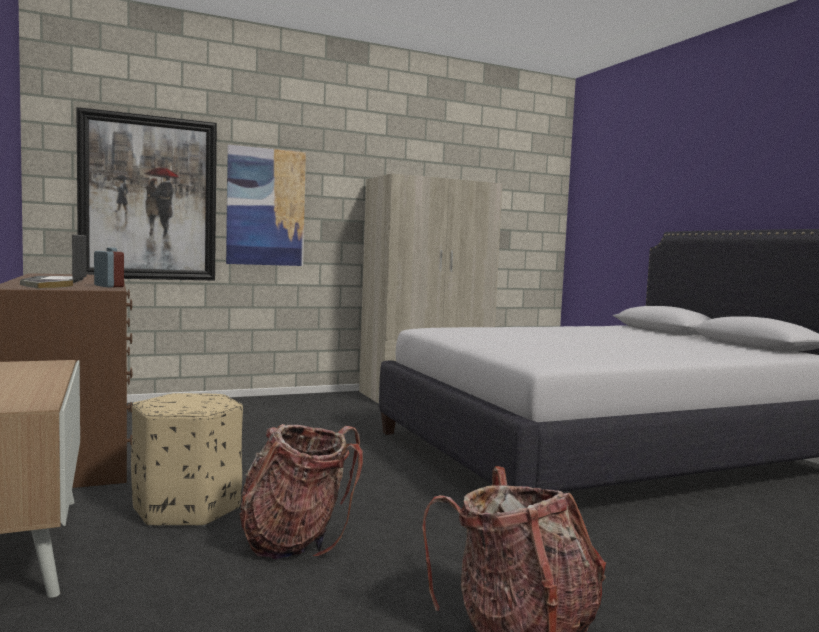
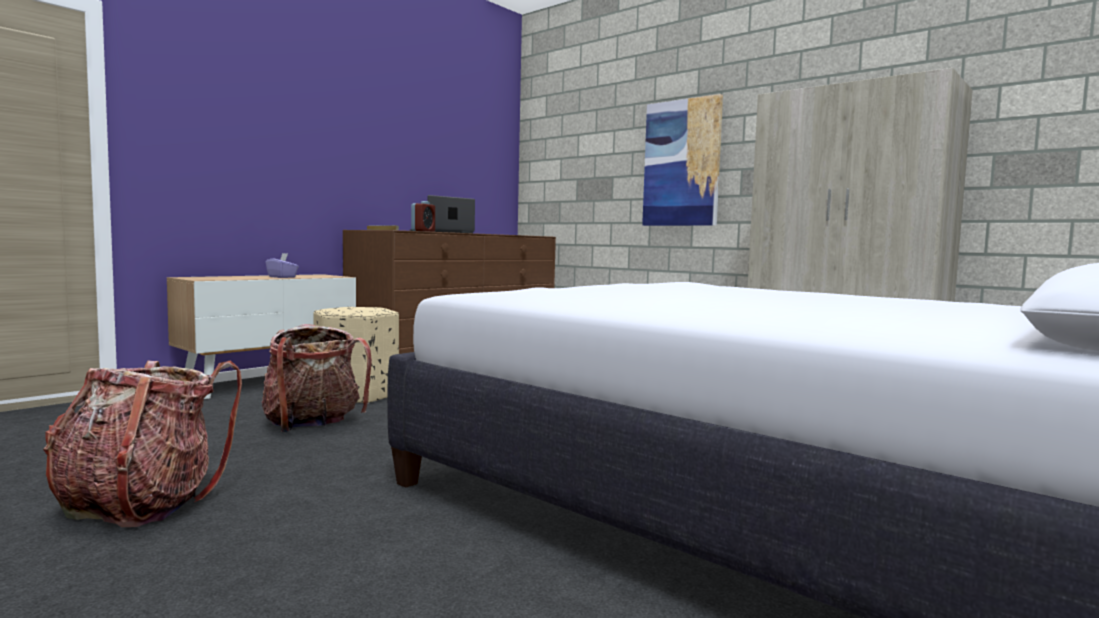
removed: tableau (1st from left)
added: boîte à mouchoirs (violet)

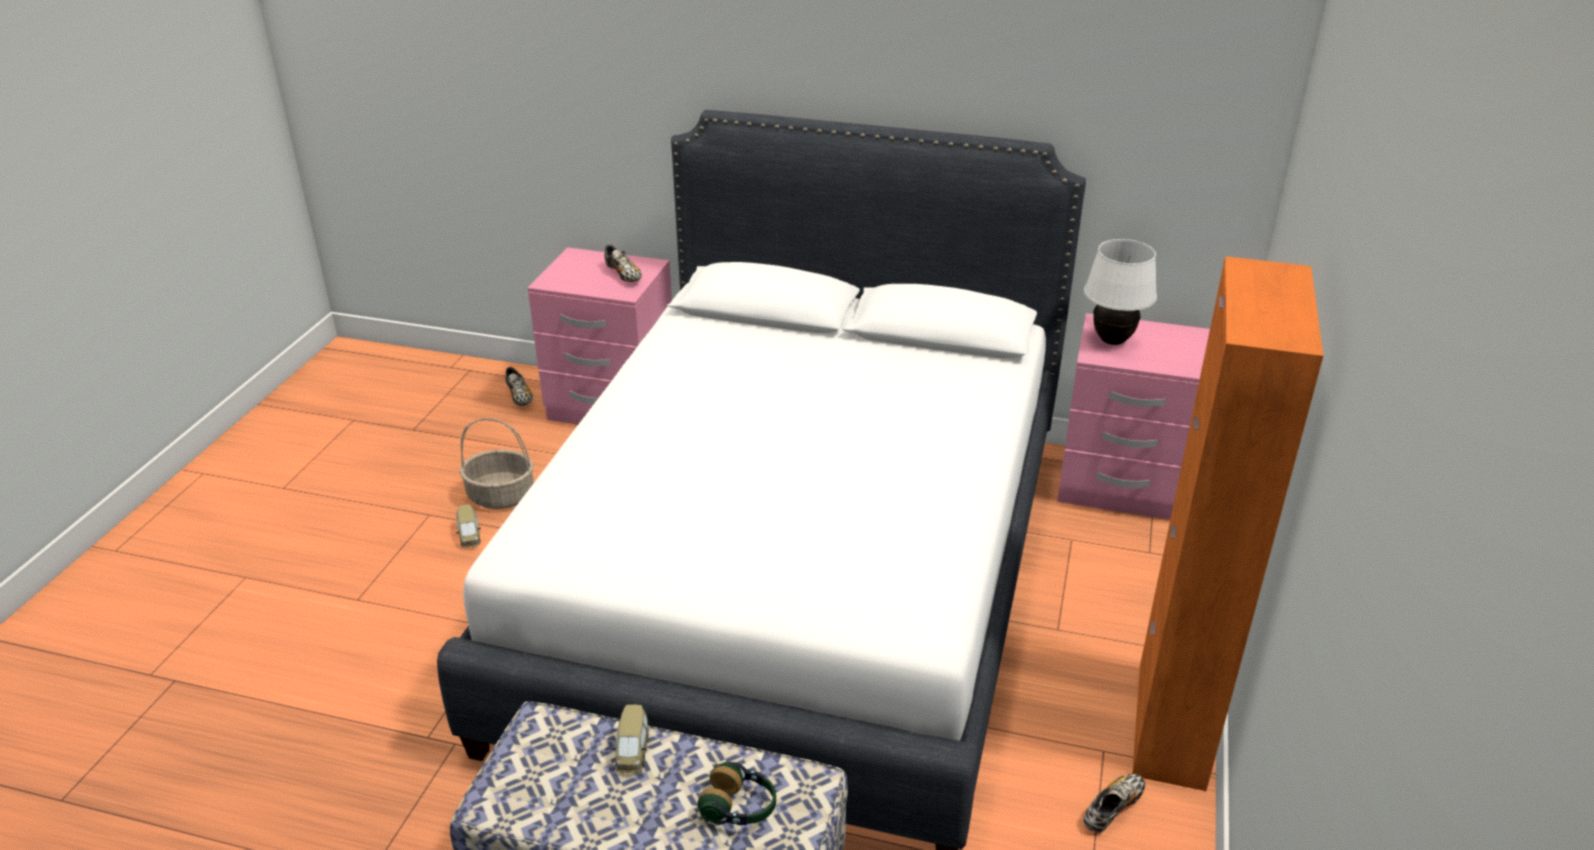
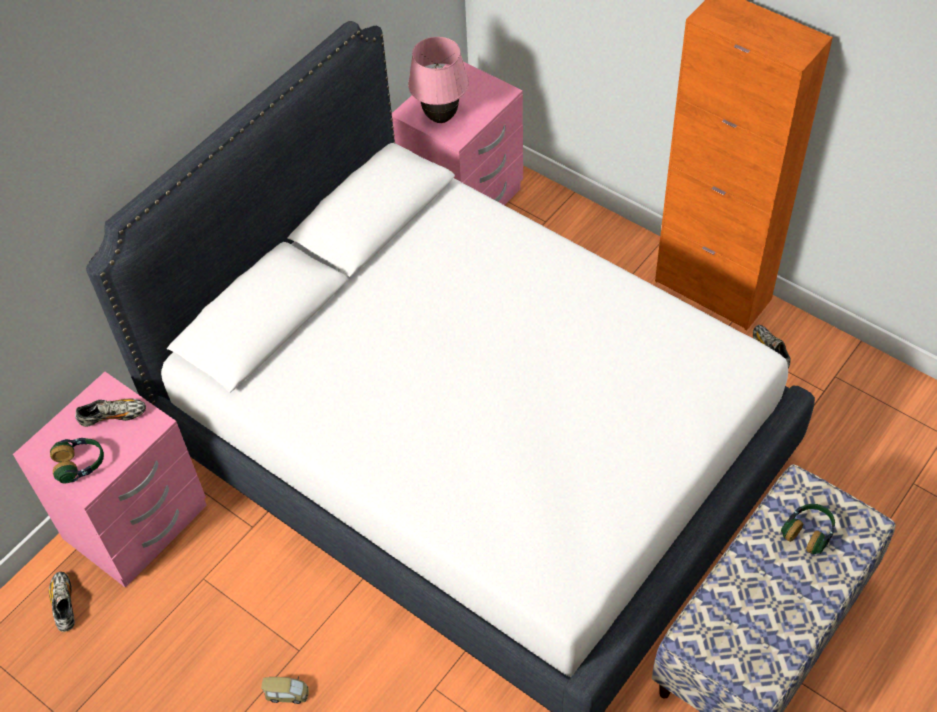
removed: panier; petite voiture (2nd from left)
added: casque audio (1st from left)
recoloured: lampe de table (blanc) to lampe de table (rose)
turned: chaussure (1st from left) 105 degrees counterclockwise

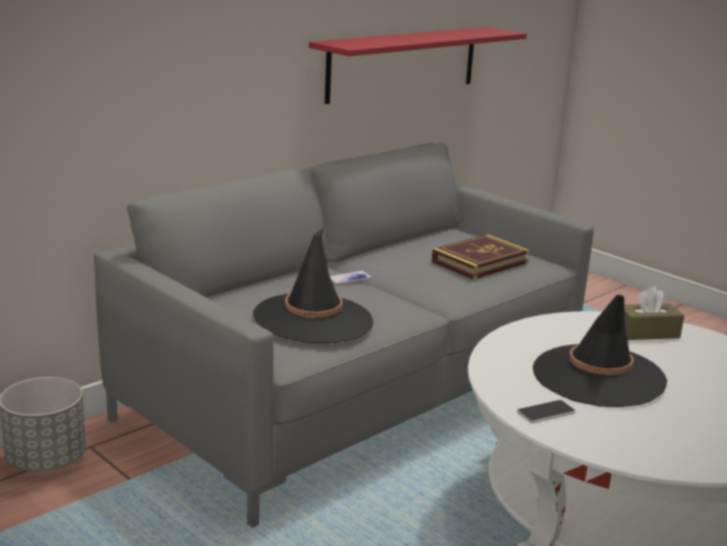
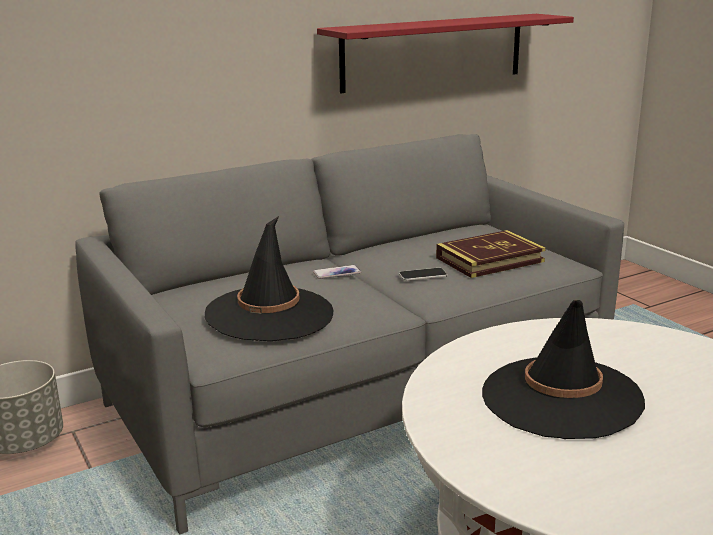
removed: boîte à mouchoirs (marron)
moved: téléphone (2nd from left)

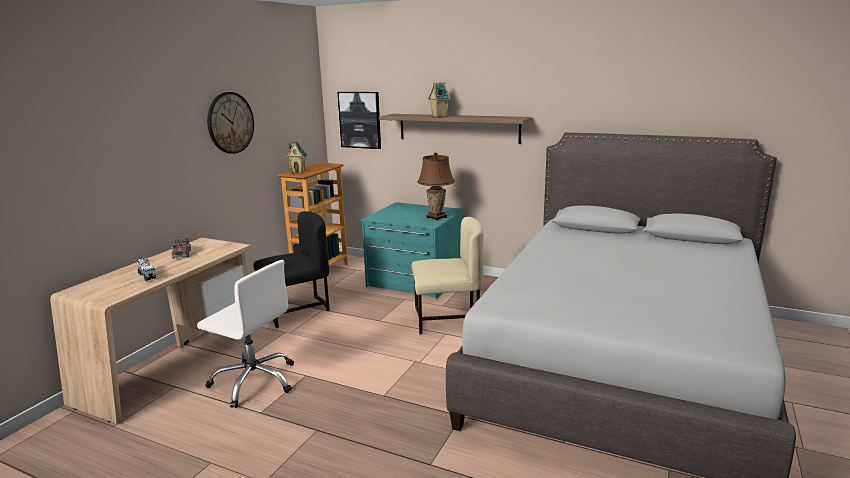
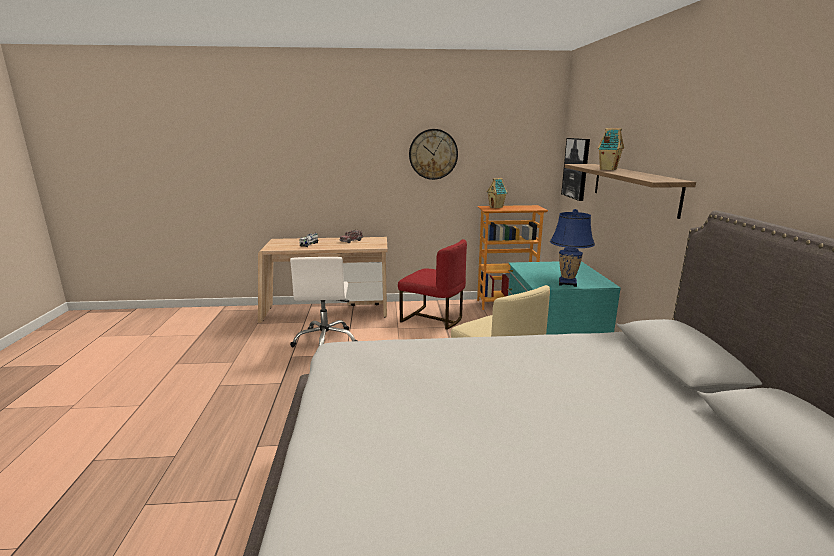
recoloured: chaise (noir) to chaise (rouge); lampe de table (marron) to lampe de table (bleu)

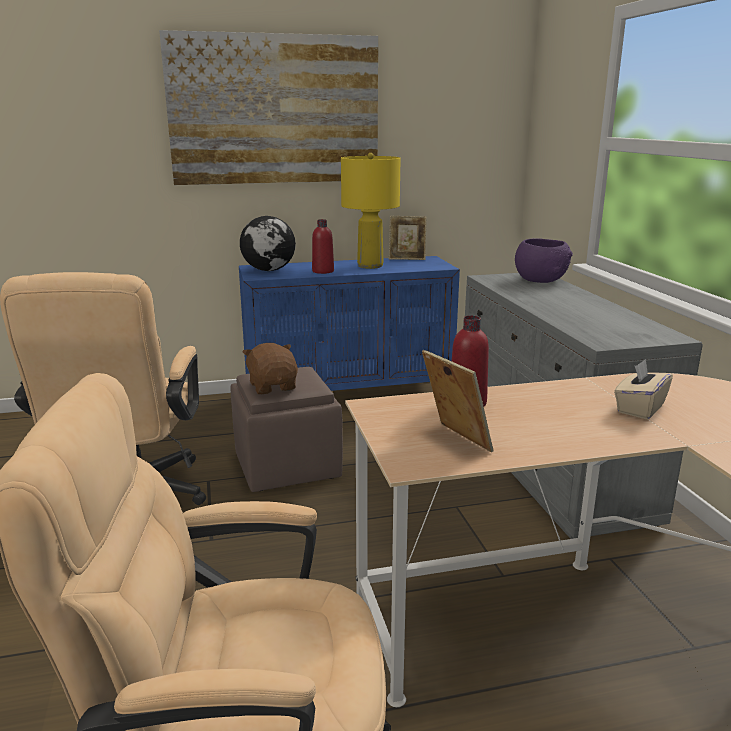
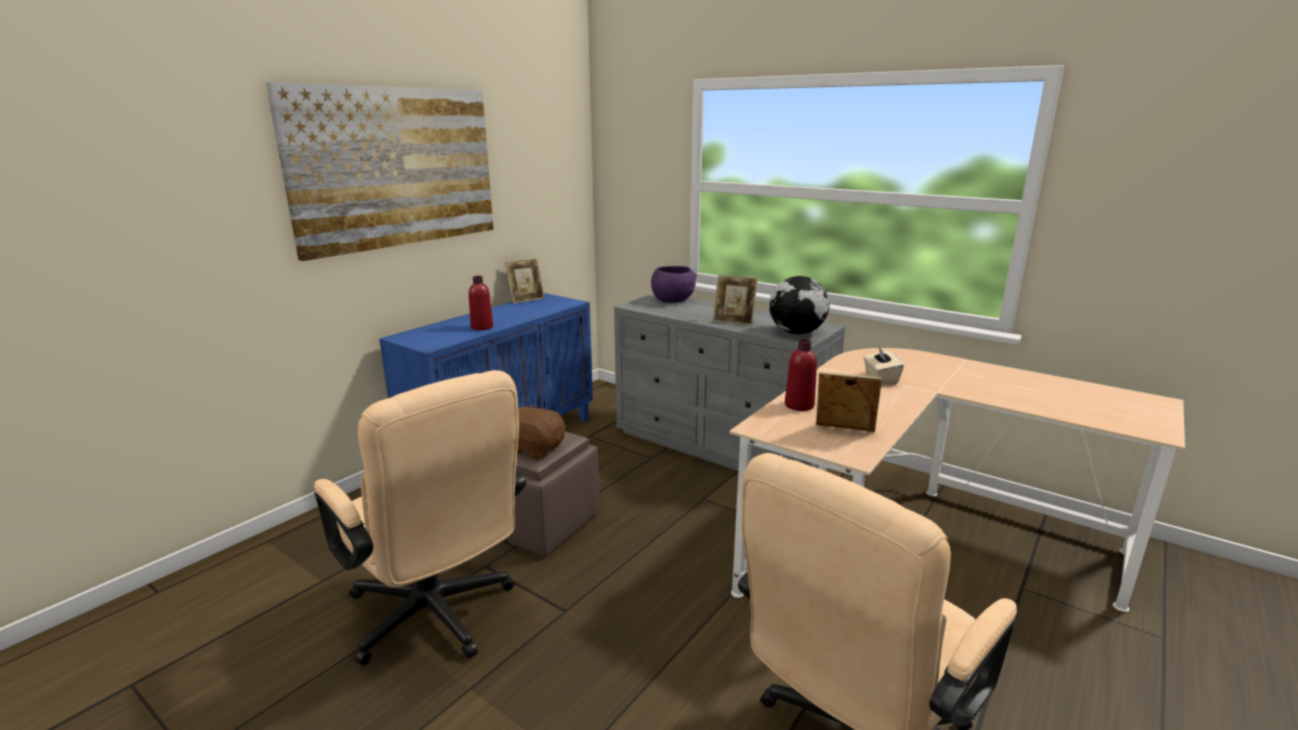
removed: lampe de table (jaune)
added: cadre photo (2nd from left)
moved: globe

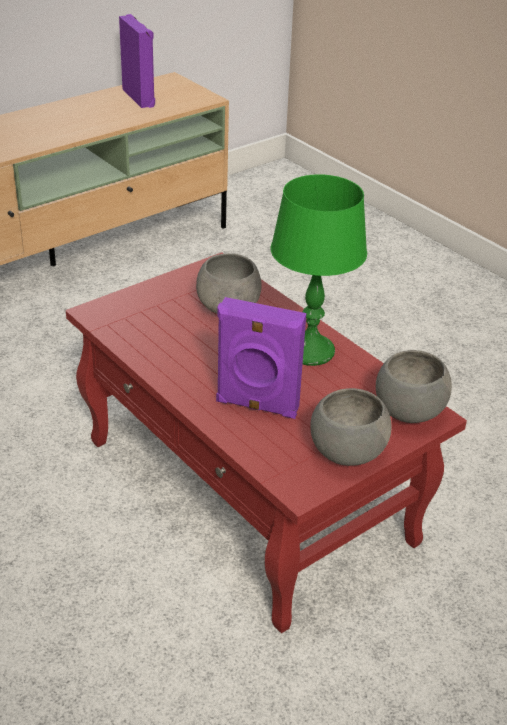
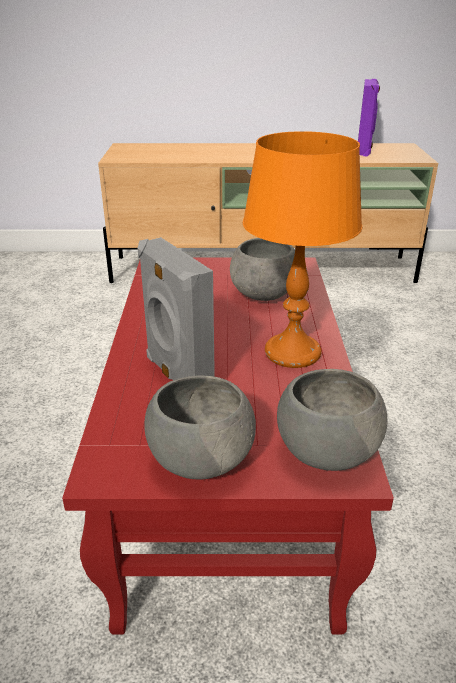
recoloured: enceinte (violet) (2nd from left) to enceinte (gris); lampe de table (vert) to lampe de table (orange)

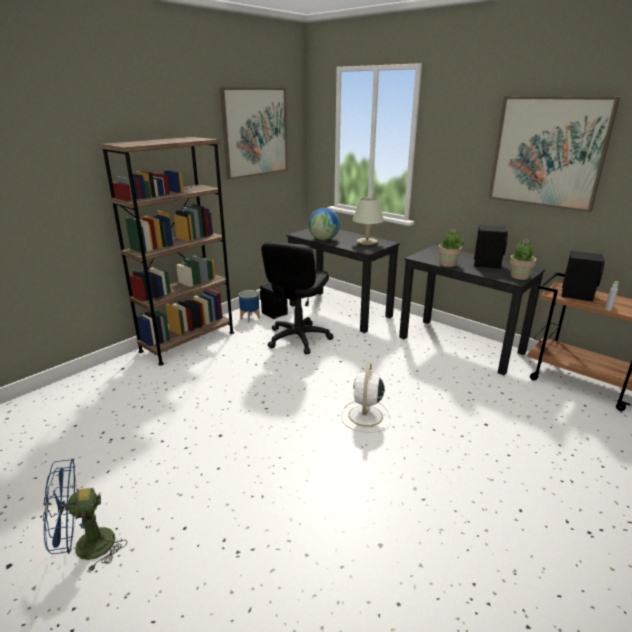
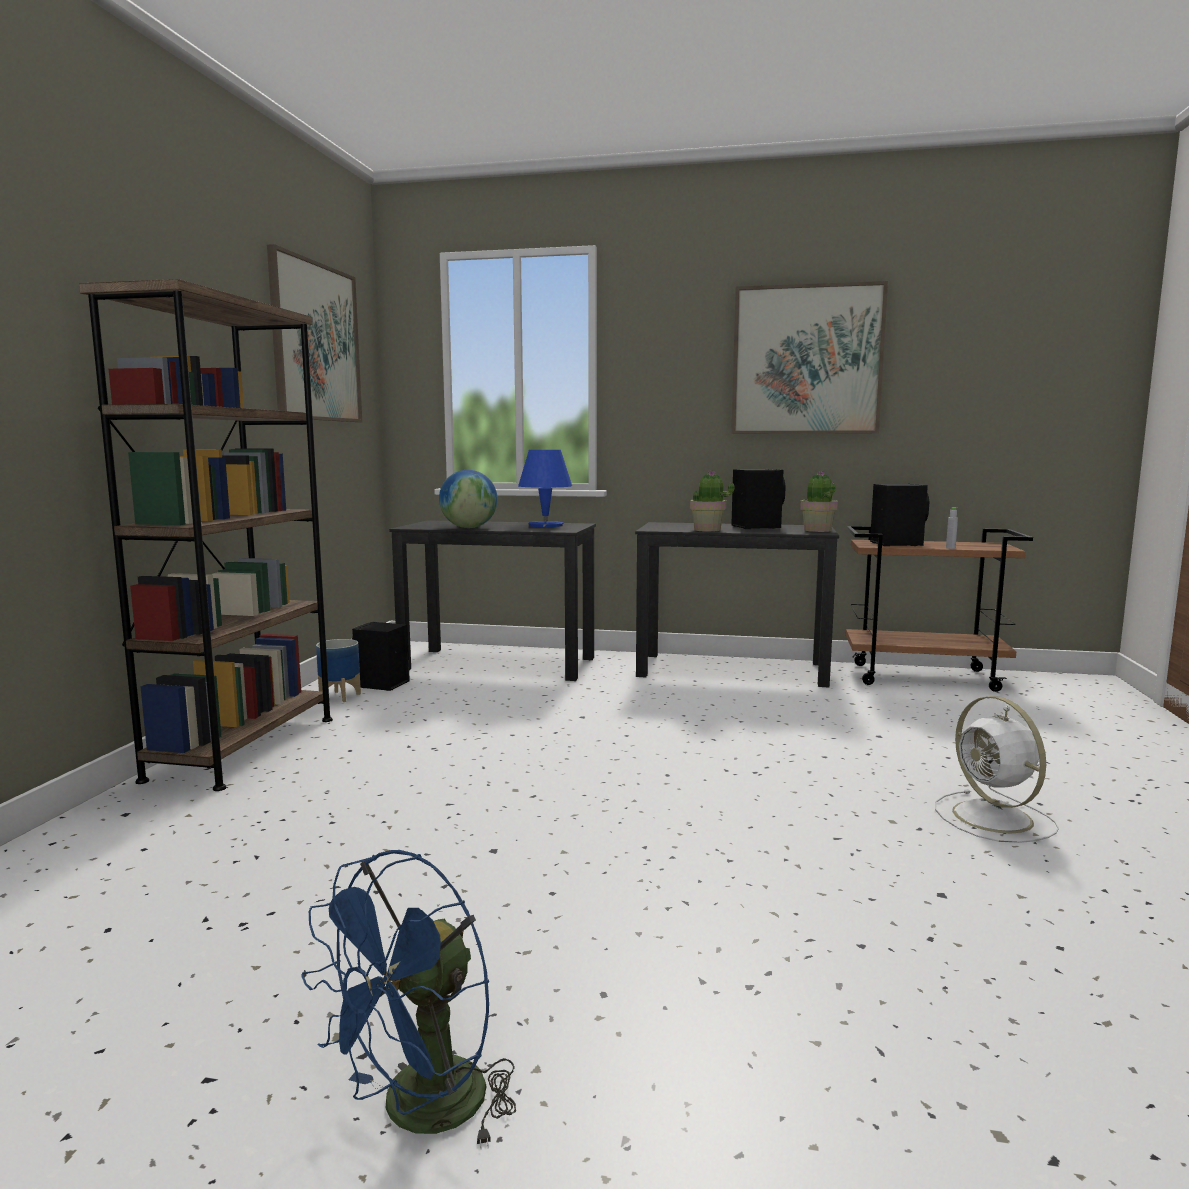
removed: chaise de bureau (noir)
moved: ventilateur (blanc)
recoloured: lampe de table (beige) to lampe de table (bleu)

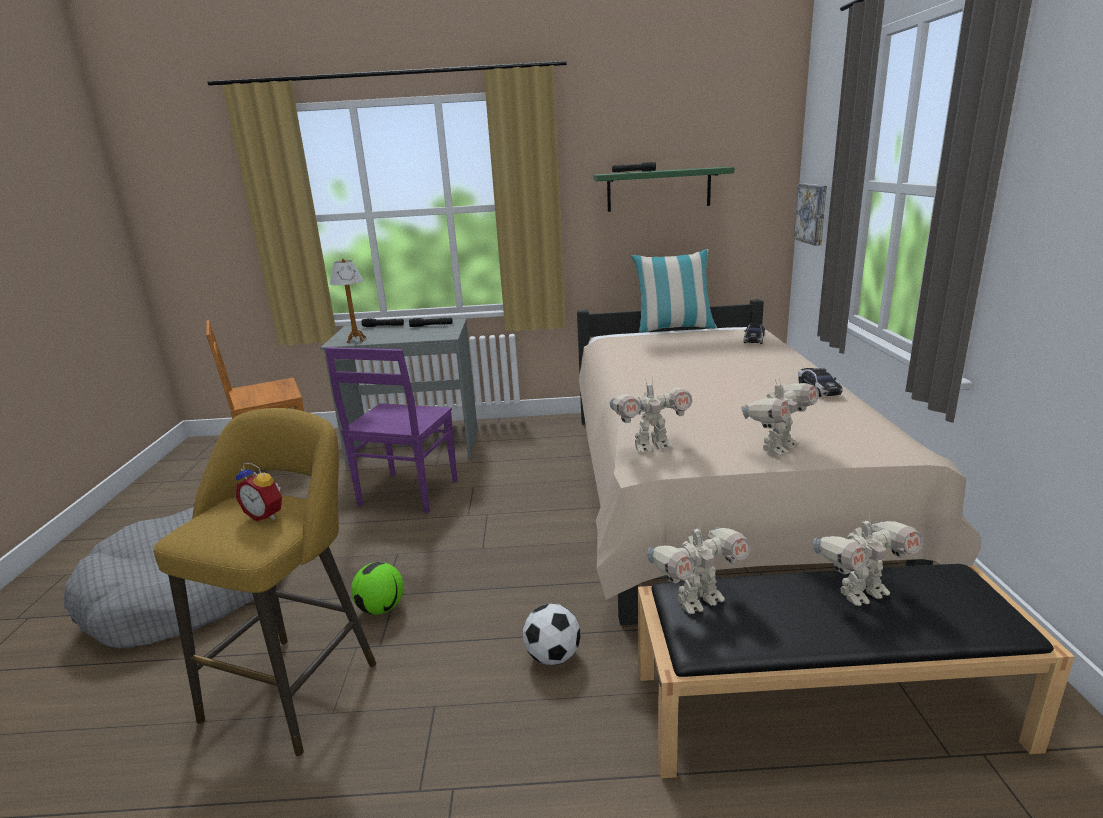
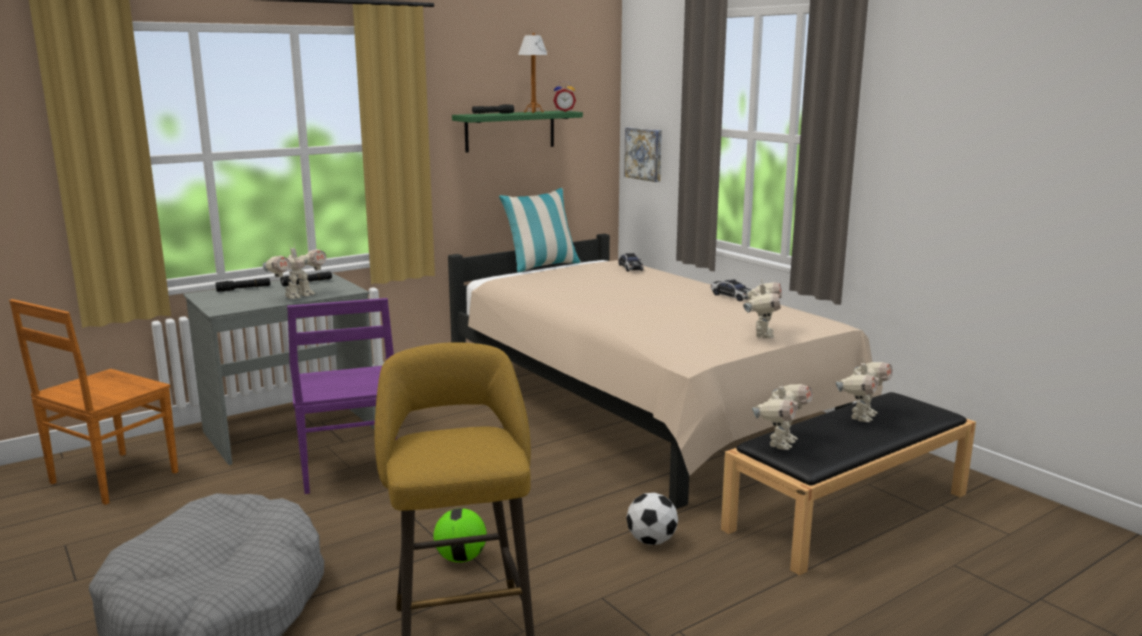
moved: robot jouet (1st from left); lampe de table; réveil

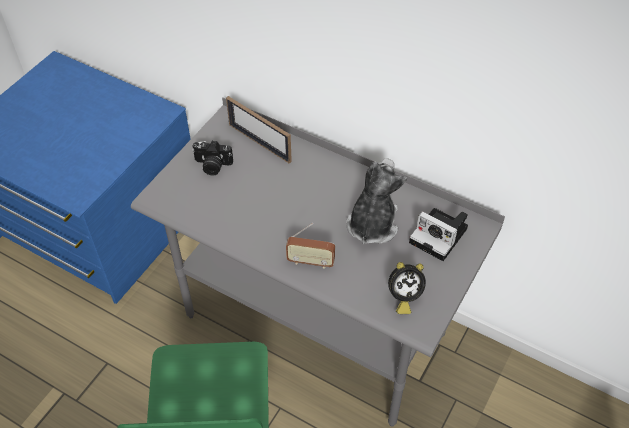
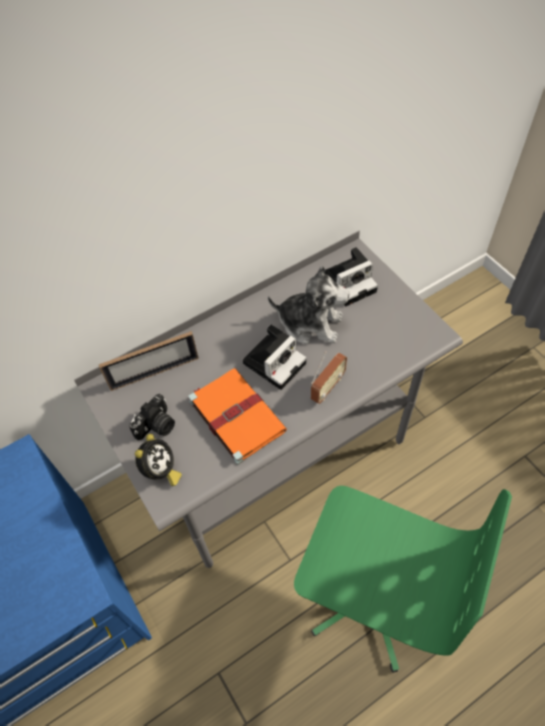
added: livre (orange); appareil photo (2nd from left)
moved: réveil
turned: peluche 150 degrees clockwise

